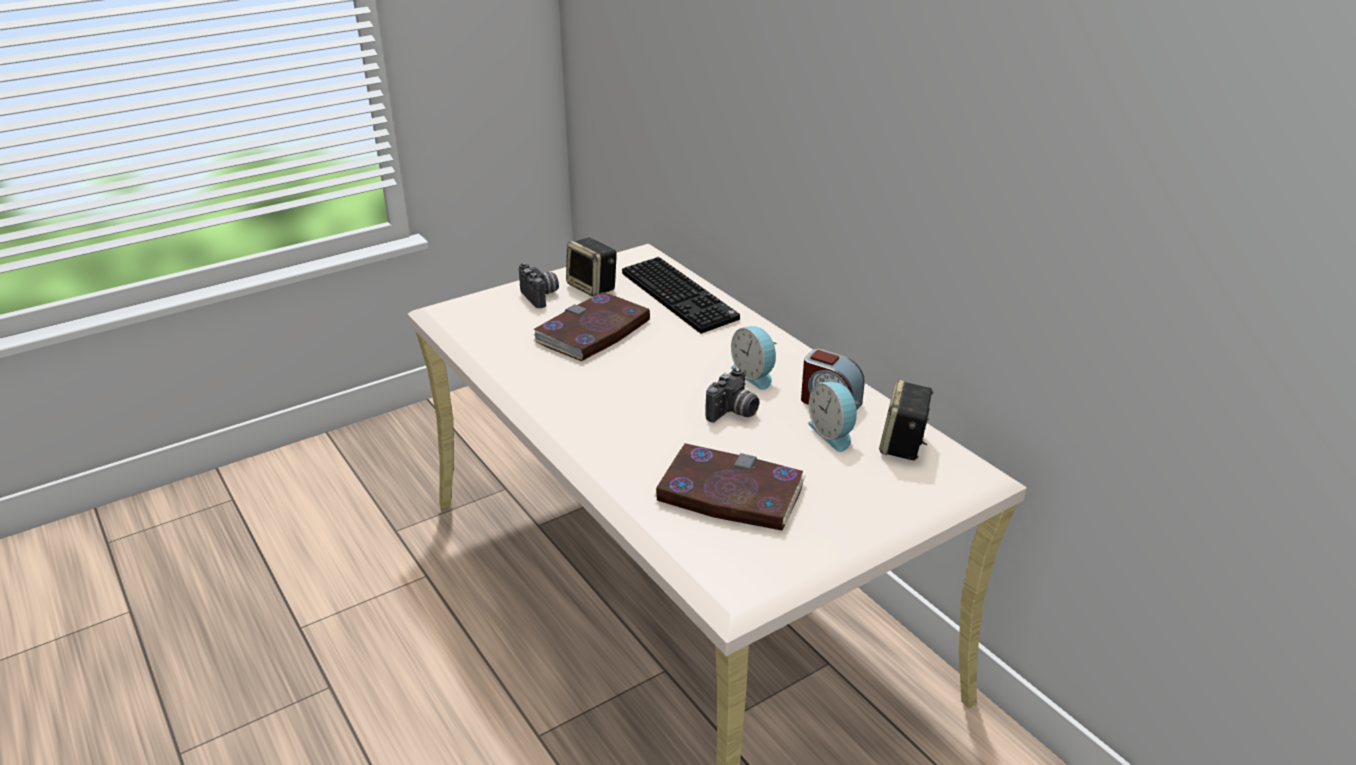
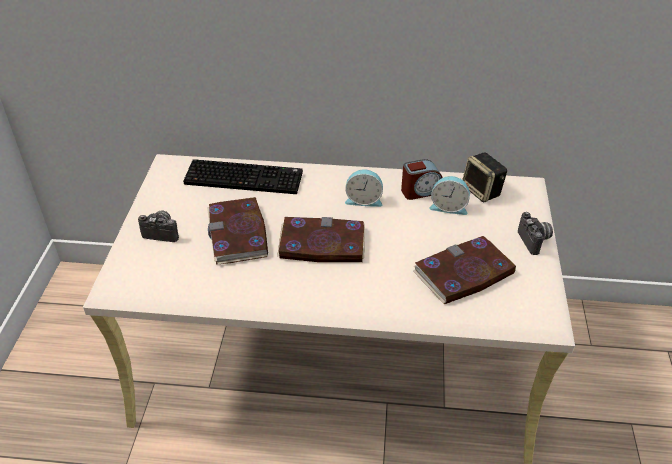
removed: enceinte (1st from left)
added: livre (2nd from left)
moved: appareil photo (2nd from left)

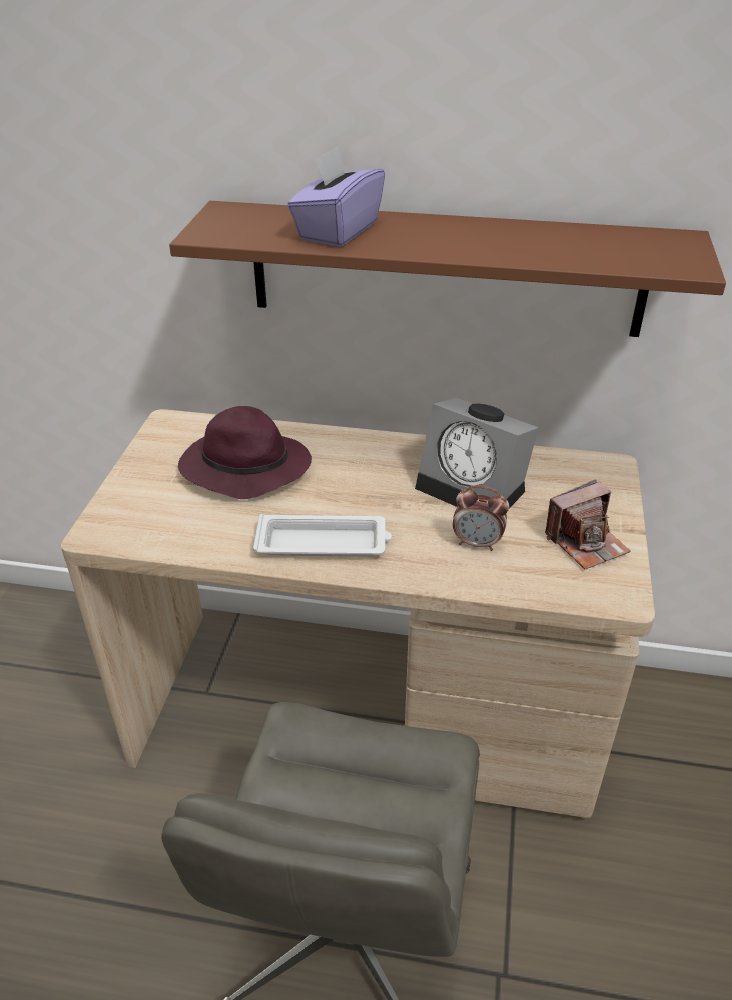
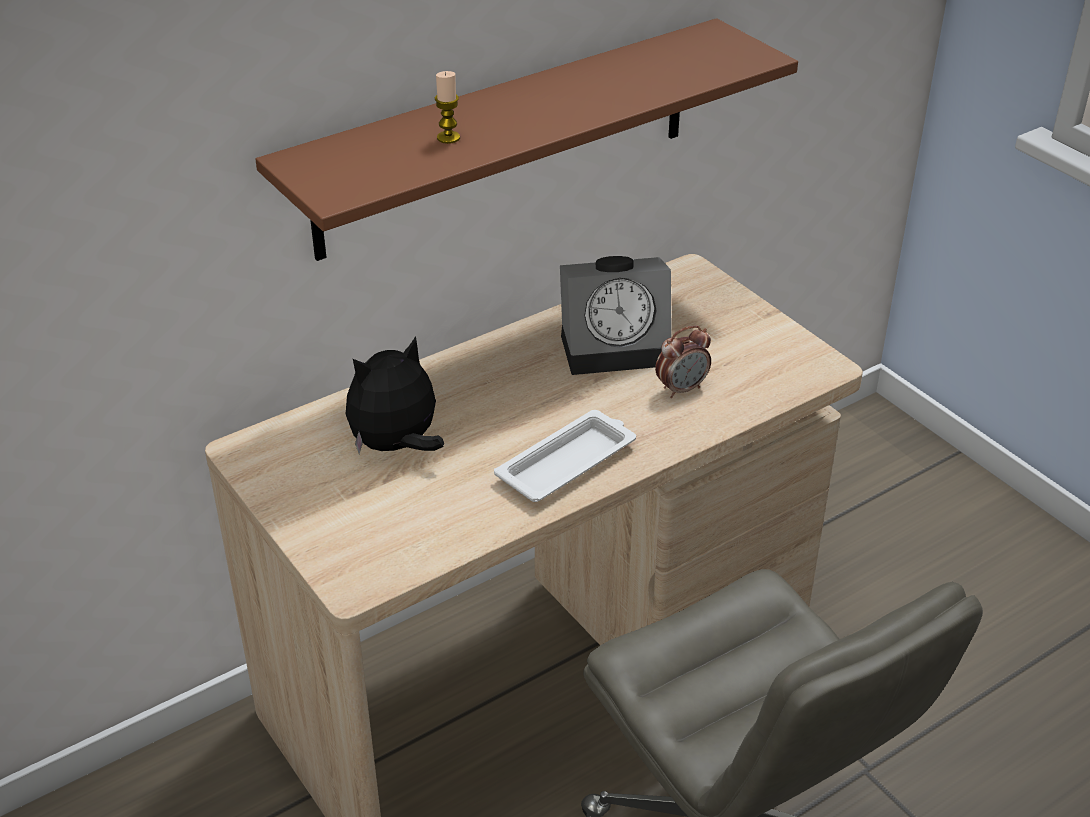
removed: appareil photo
replaced: chapeau (violet) to peluche; boîte à mouchoirs (violet) to bougie

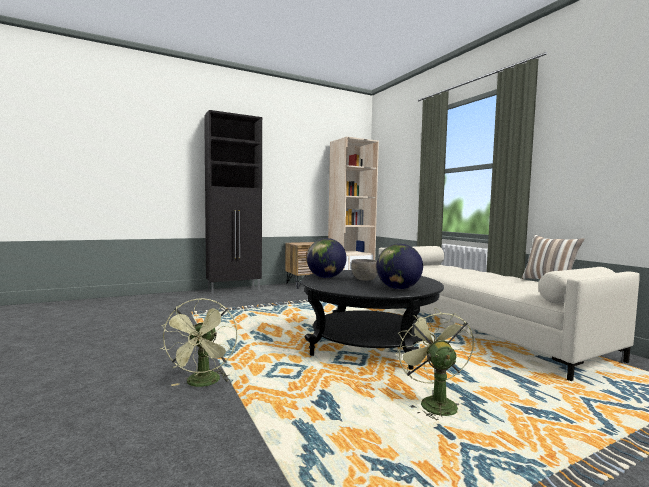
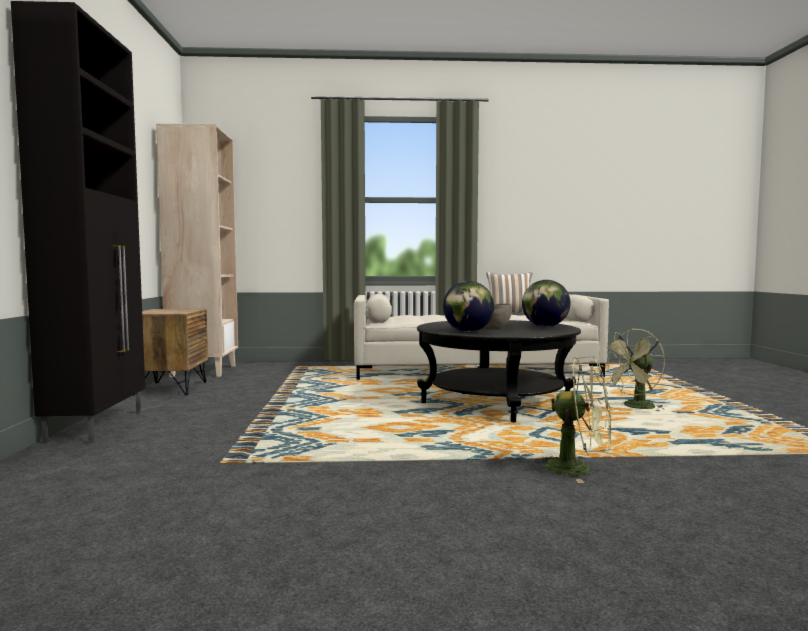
turned: ventilateur (vert) (2nd from left) 45 degrees counterclockwise

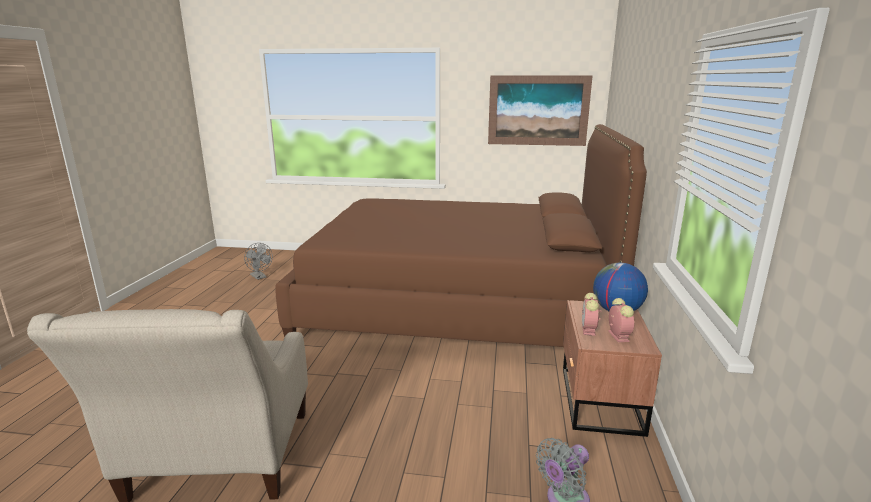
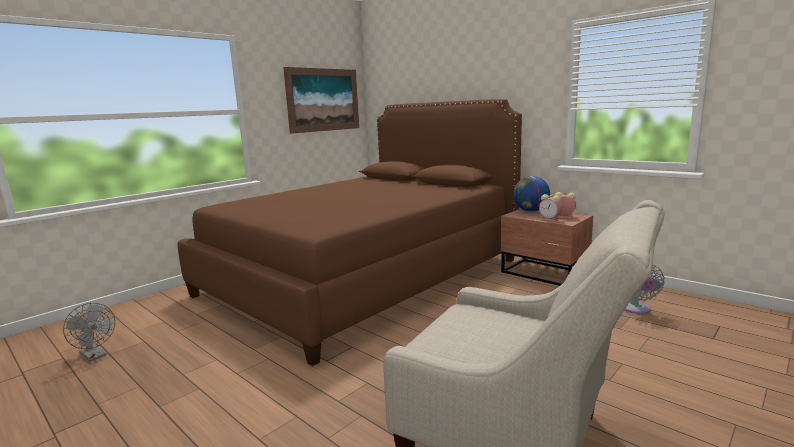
turned: ventilateur (gris) (1st from left) 45 degrees clockwise

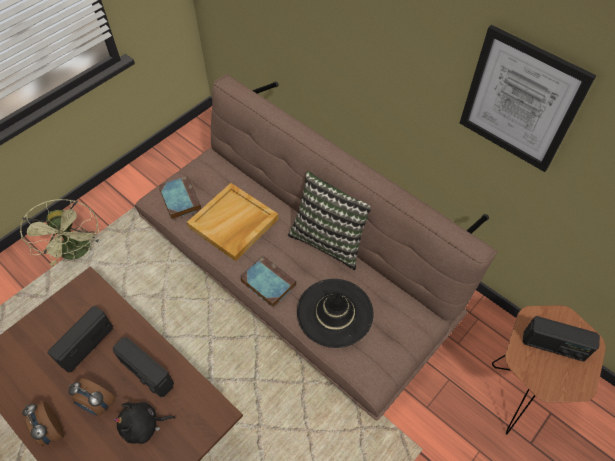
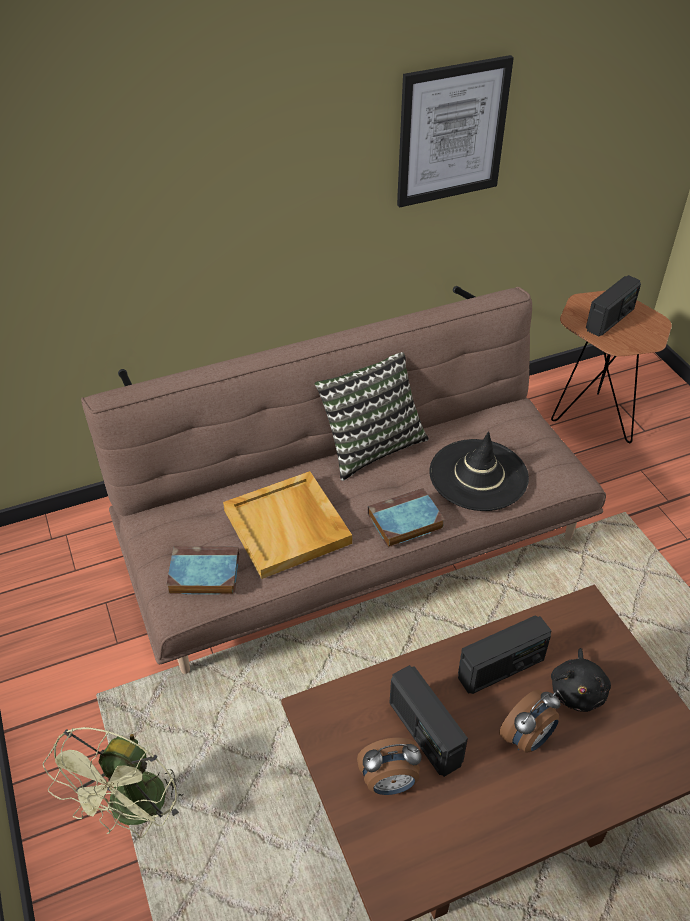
moved: réveil (1st from left)
turned: ventilateur (vert) 105 degrees clockwise

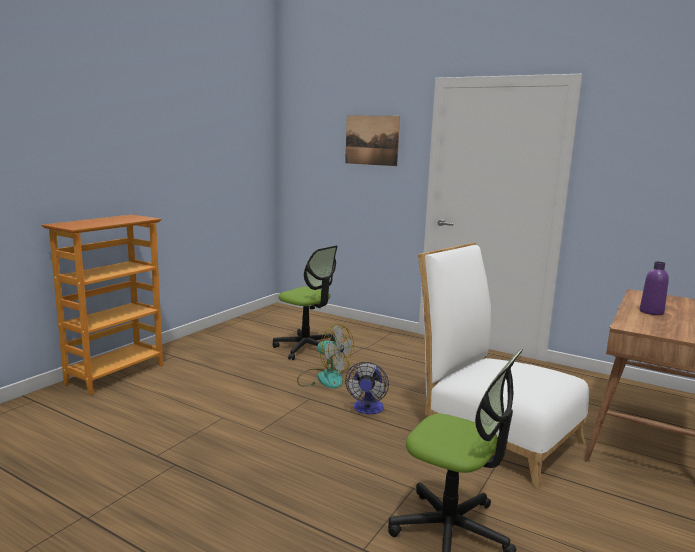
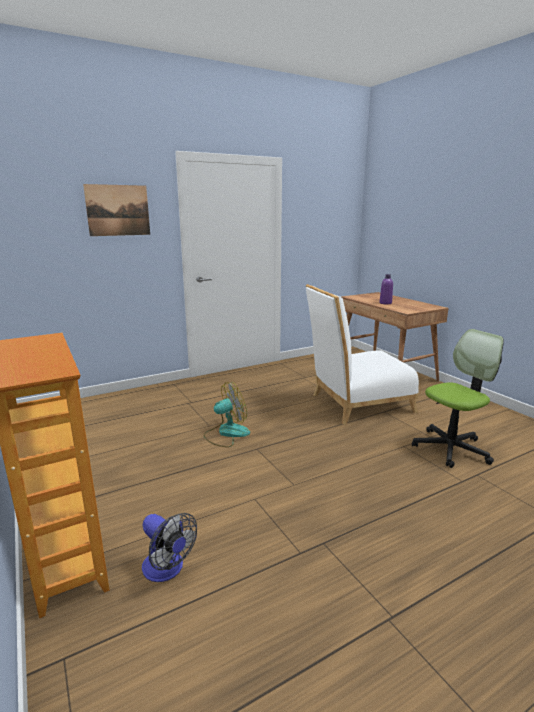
removed: chaise de bureau (1st from left)
moved: ventilateur (2nd from left in the first image) to ventilateur (1st from left)

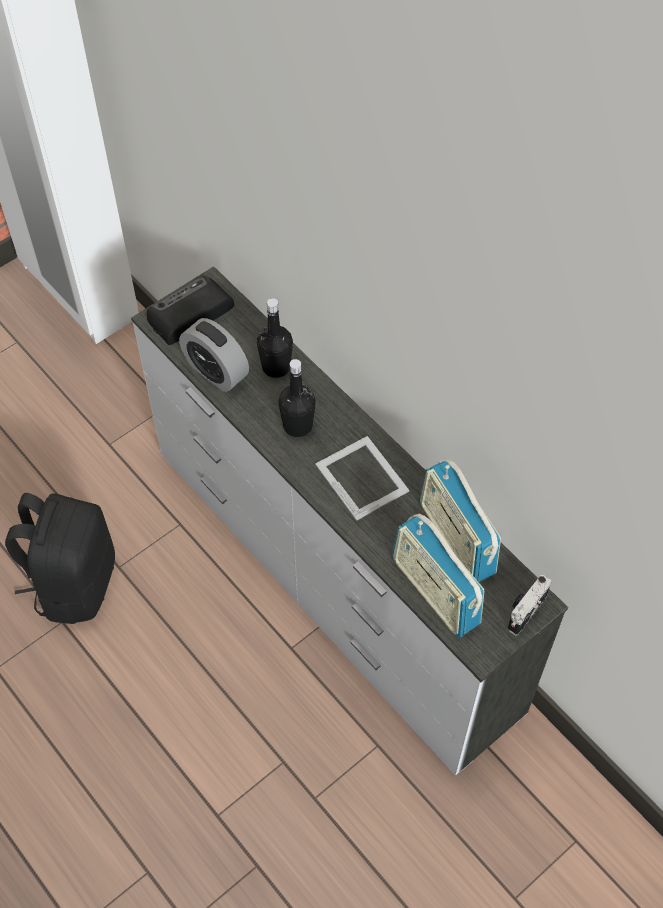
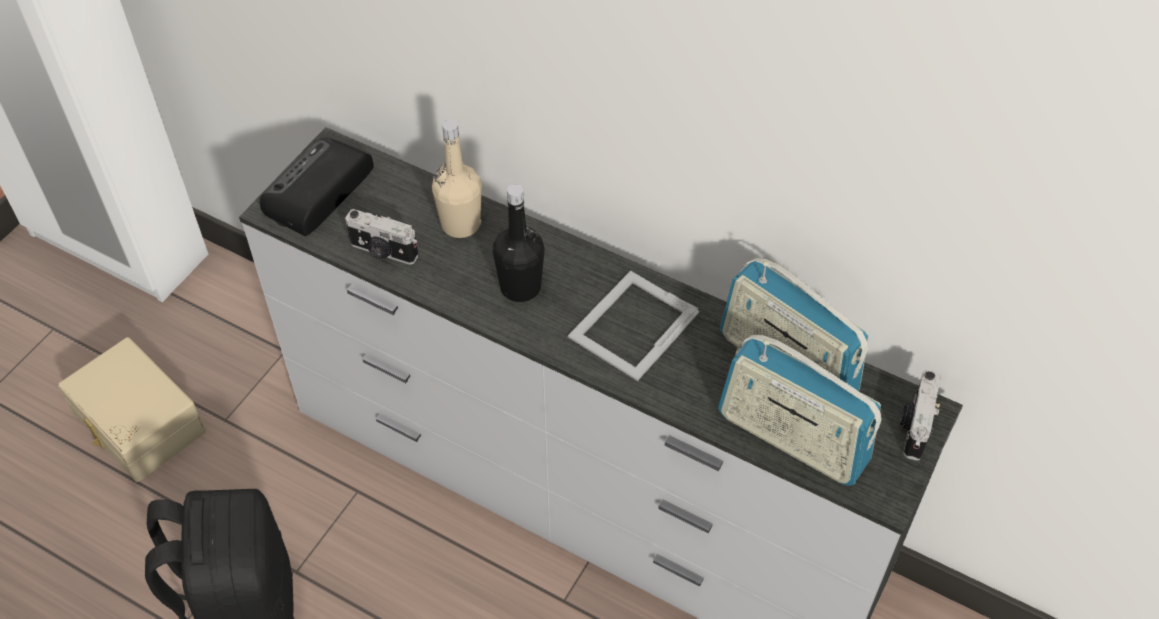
added: boîte de rangement (beige)
replaced: réveil to appareil photo (1st from left)
recoloured: bouteille (noir) (1st from left) to bouteille (beige)
turned: cadre photo 90 degrees counterclockwise

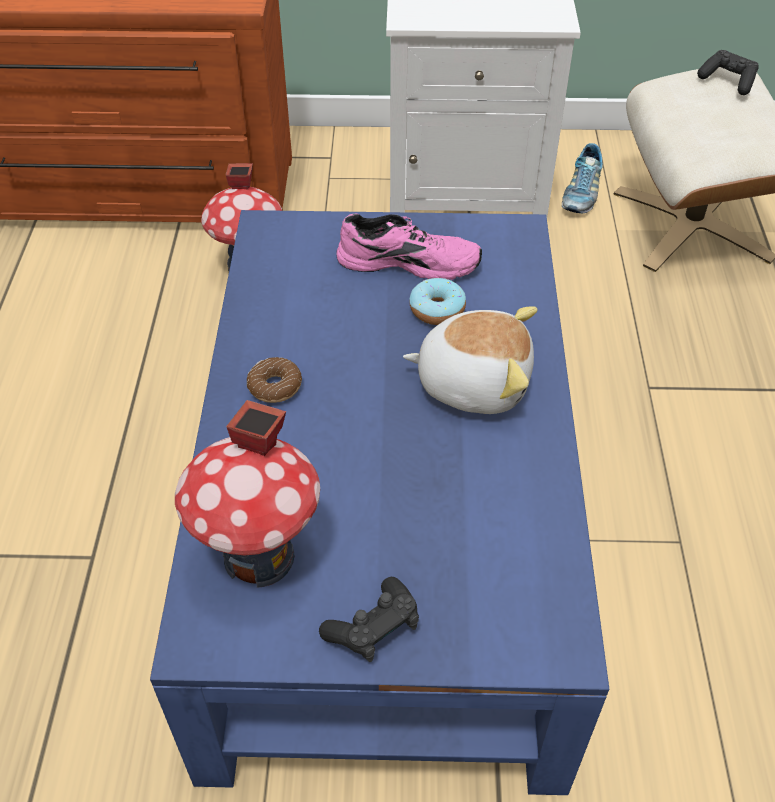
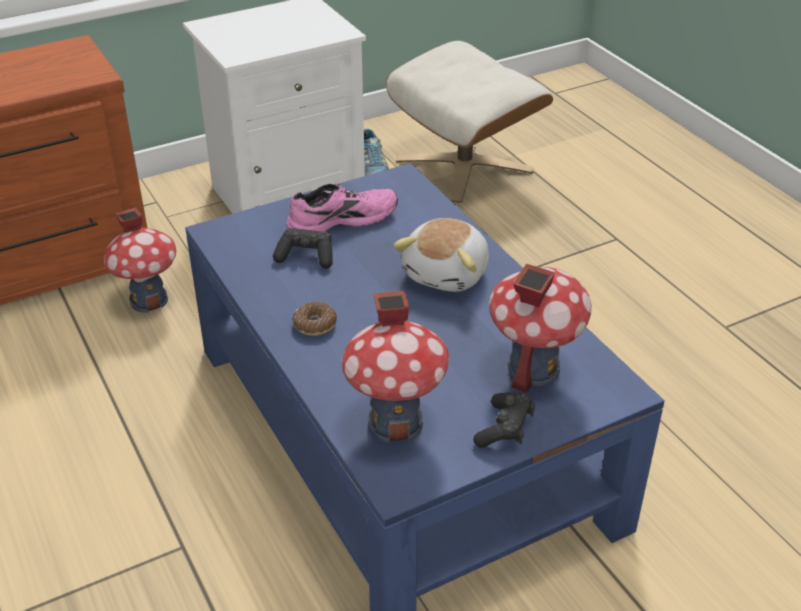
removed: beignet (2nd from left)
added: maison miniature (3rd from left)
moved: manette (noir) (2nd from left in the first image) to manette (noir) (1st from left)
turned: peluche 135 degrees clockwise

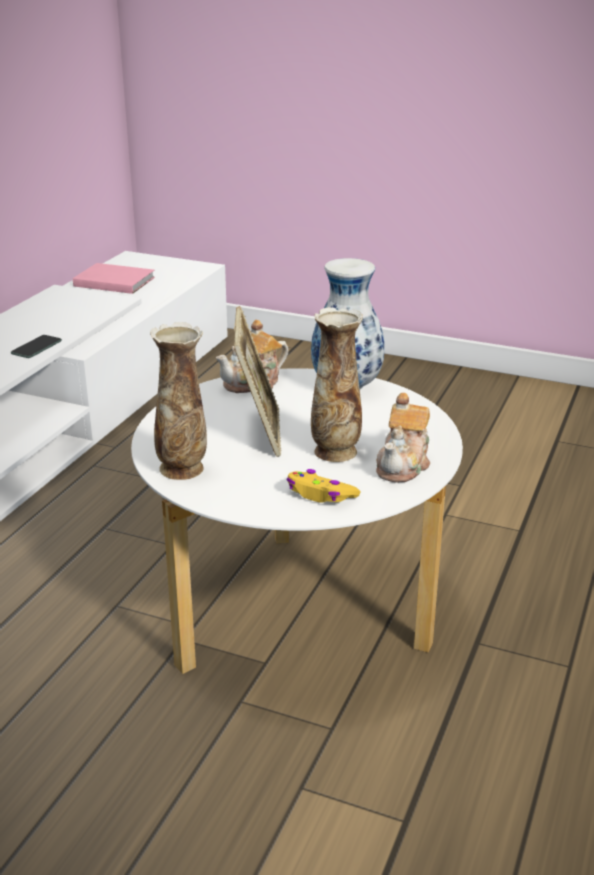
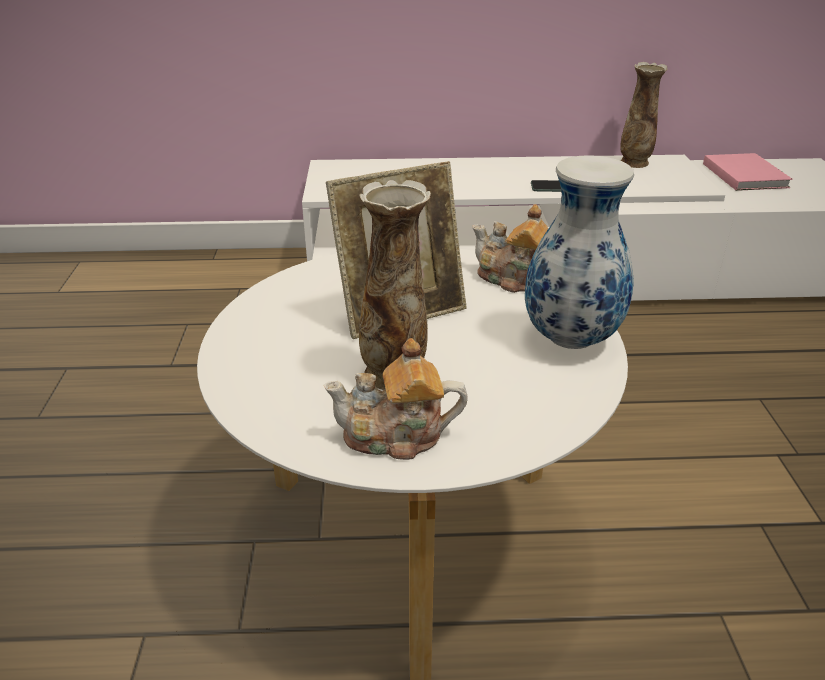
removed: manette (jaune)
moved: vase (1st from left in the first image) to vase (3rd from left)

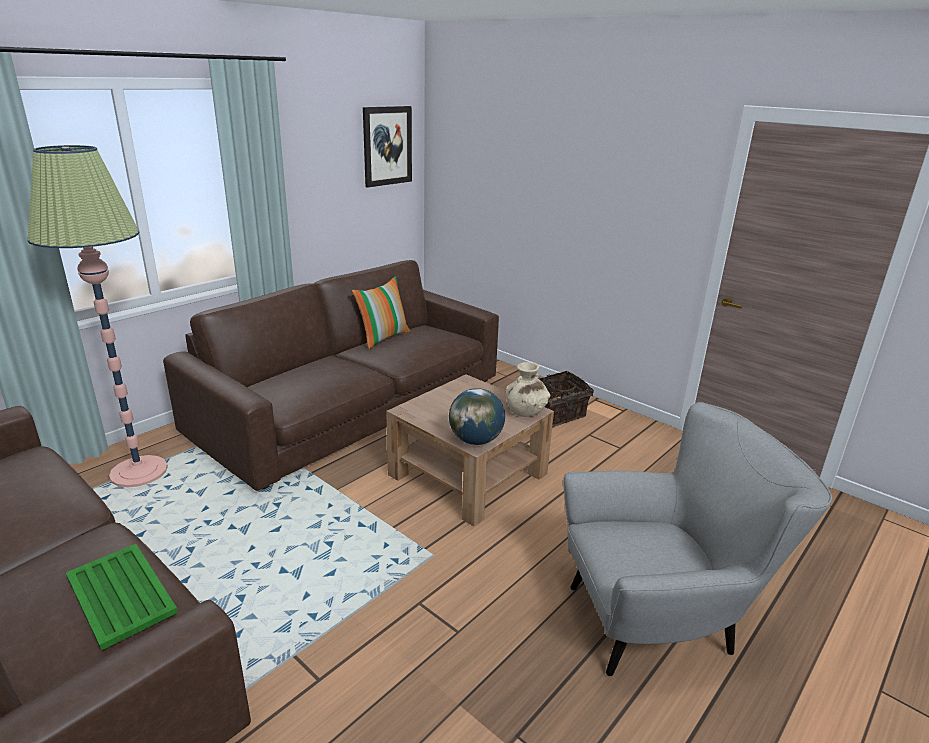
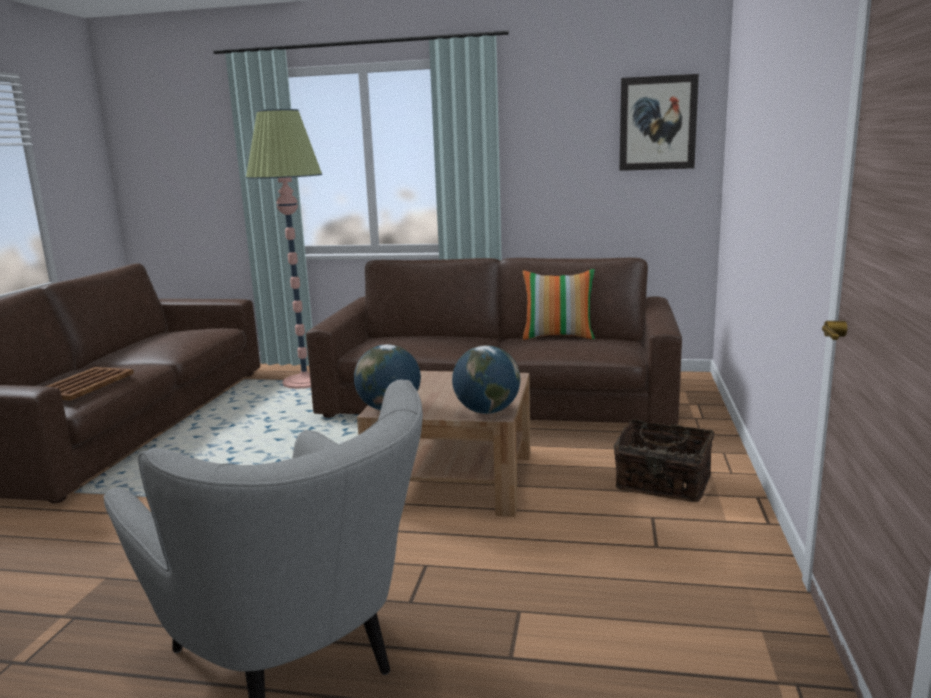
replaced: vase (beige) to globe (2nd from left)
recoloured: plateau (vert) to plateau (marron)

